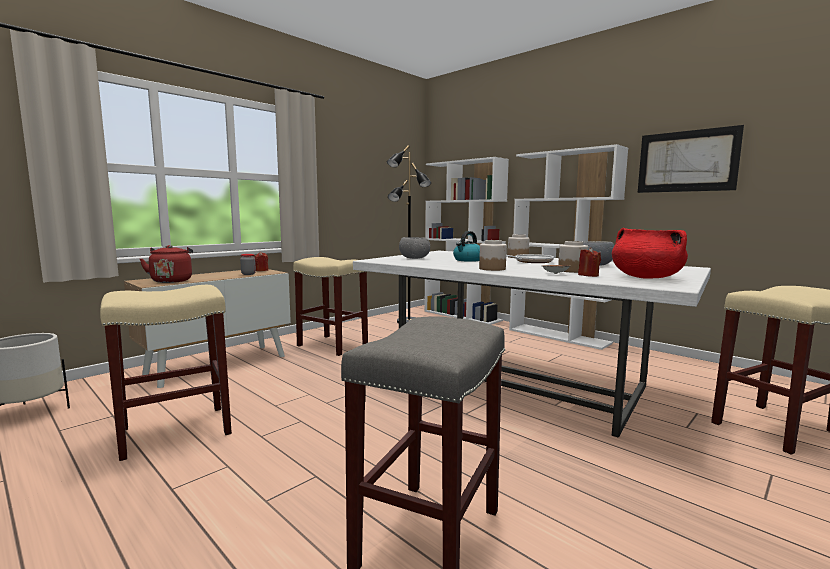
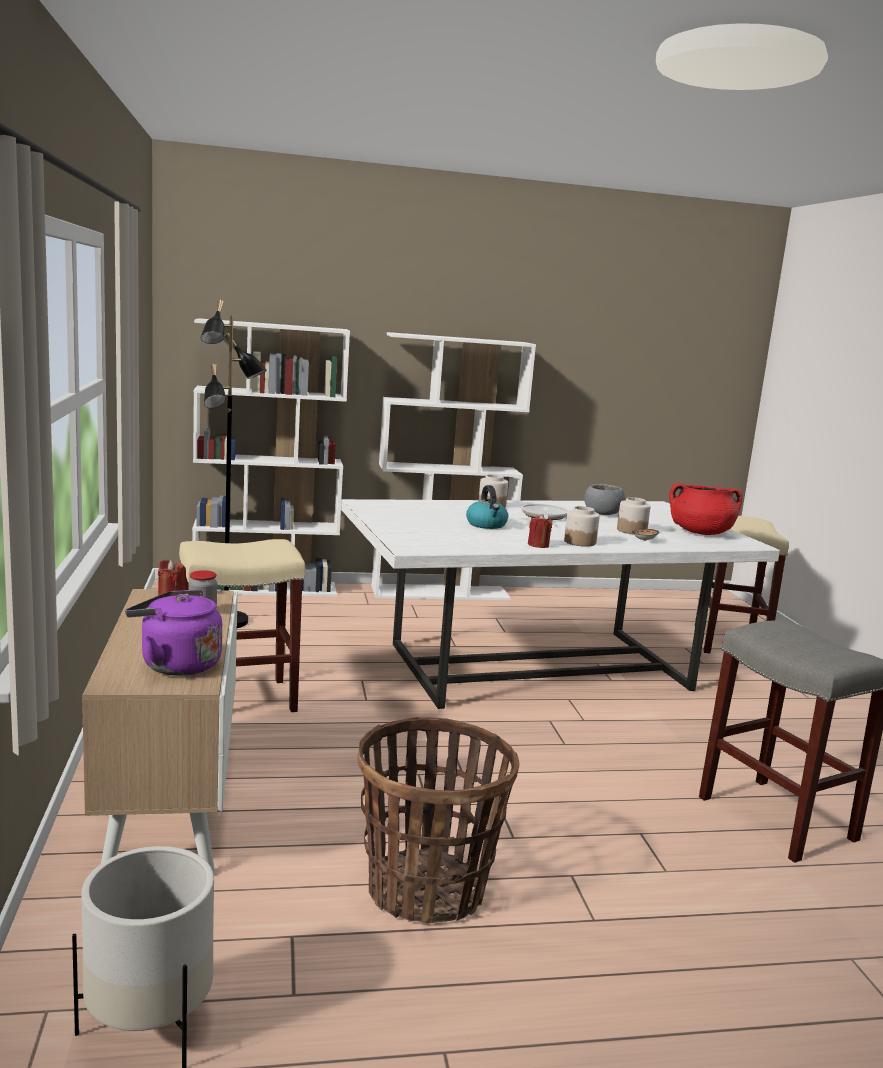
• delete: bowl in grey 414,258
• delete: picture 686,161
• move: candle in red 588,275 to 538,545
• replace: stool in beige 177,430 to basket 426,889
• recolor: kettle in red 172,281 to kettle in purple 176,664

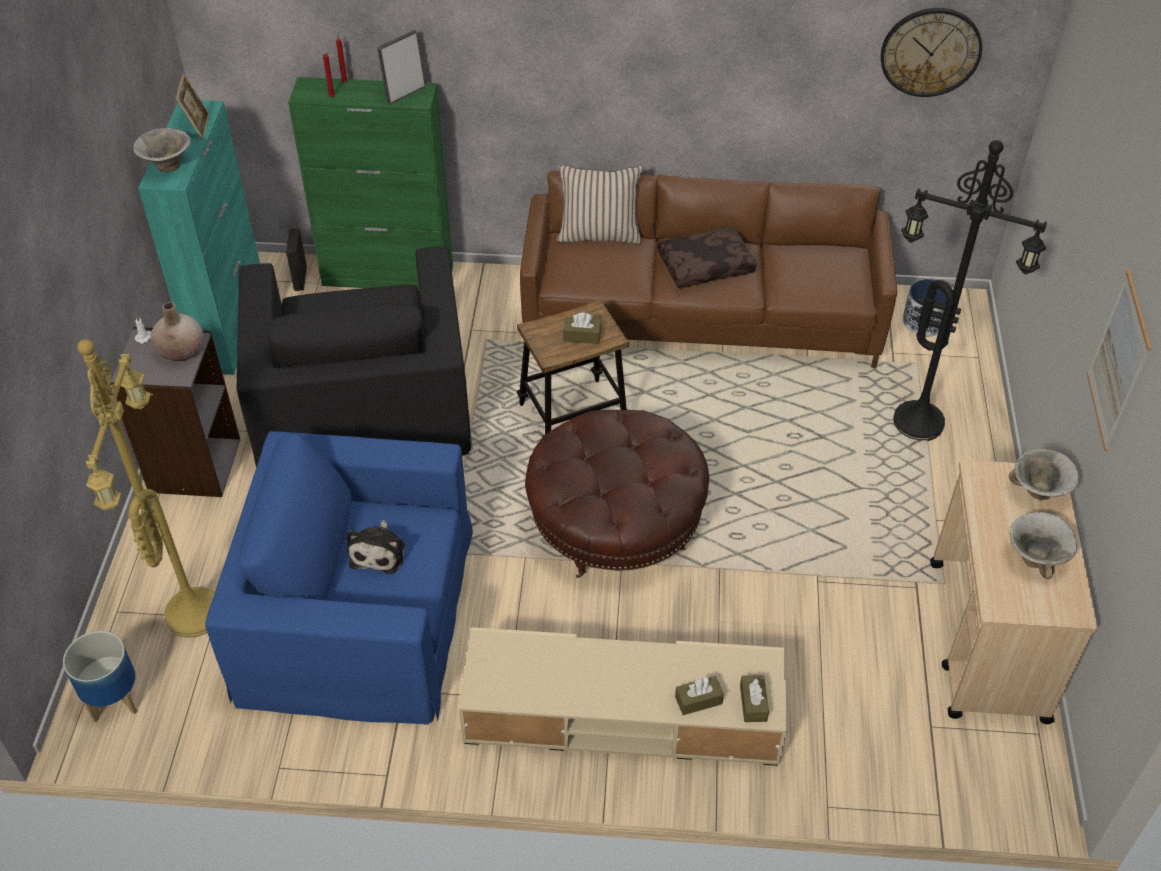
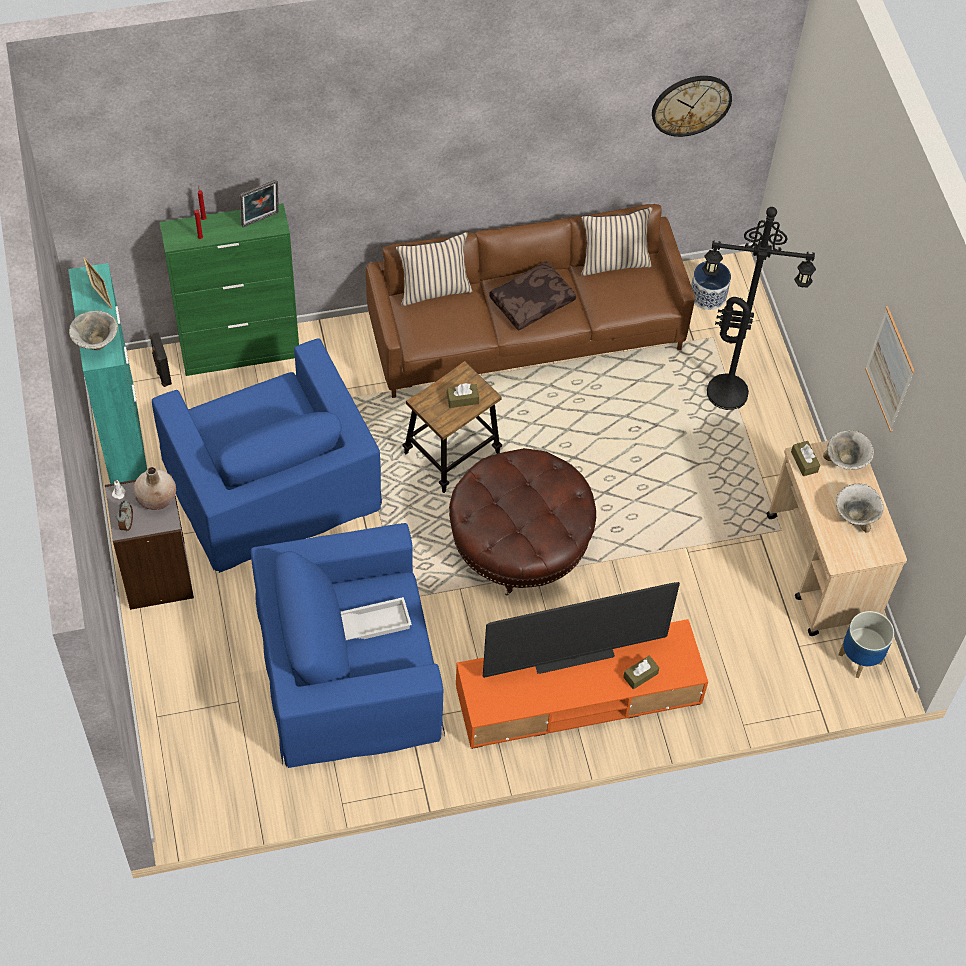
• delete: floor lamp in yellow 191,611
• insert: alarm clock 126,524
• insert: television 574,659
• insert: pillow in beige 613,262
• move: planter 113,700 to 859,659
• move: tissue box in brown 753,703 to 804,462
• replace: plush toy 379,552 to tray in white 370,623
• recolor: armchair in black 361,401 to armchair in blue 271,481
• recolor: tv stand in beige 622,714 to tv stand in orange 578,695
• rotate: picture frame 404,93 = 261,220 150 degrees counterclockwise

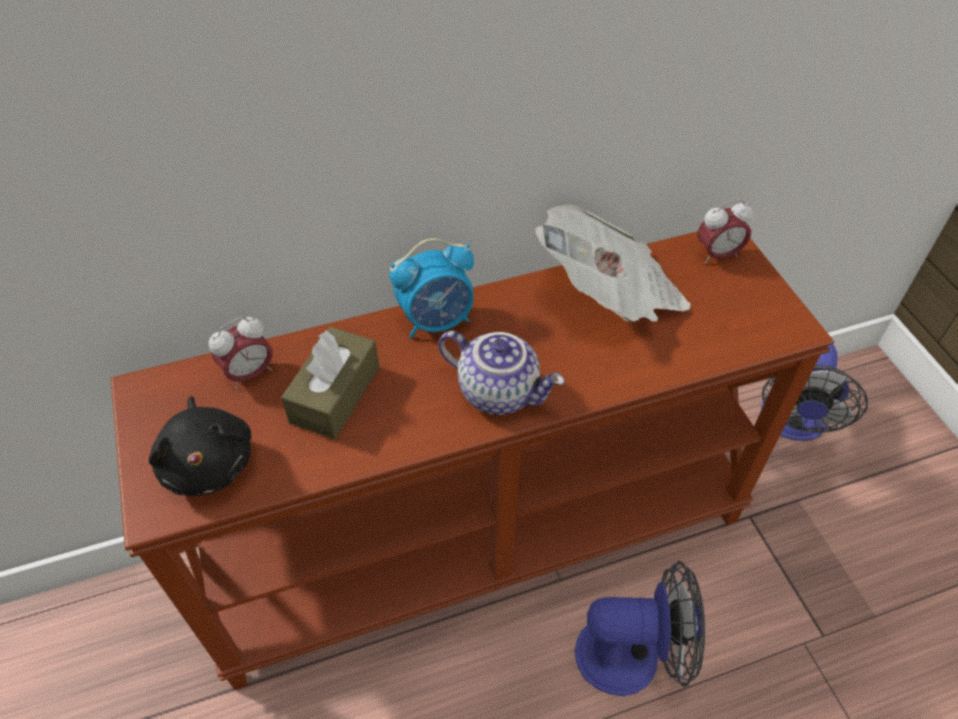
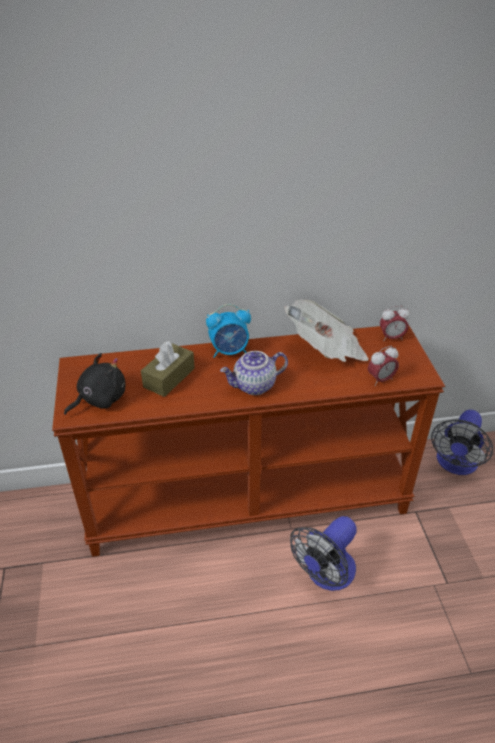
• move: alarm clock 249,374 to 380,380
• rotate: plush toy in black 209,462 = 100,399 120 degrees counterclockwise
• rotate: teapot 500,391 = 254,386 120 degrees clockwise
• rotate: fan 632,655 = 325,575 120 degrees clockwise

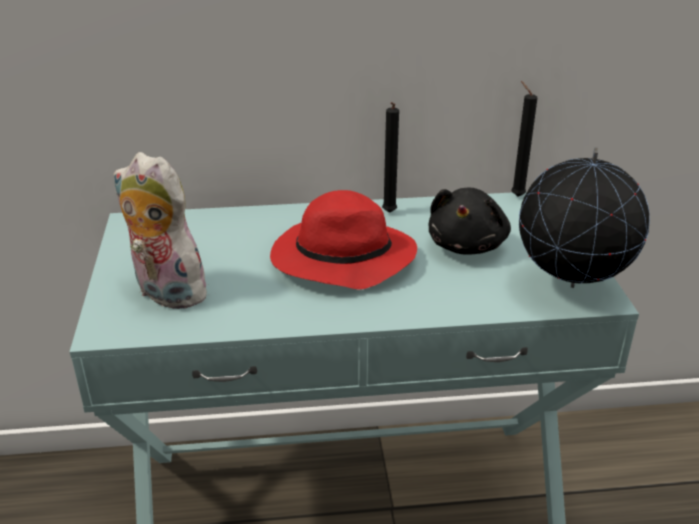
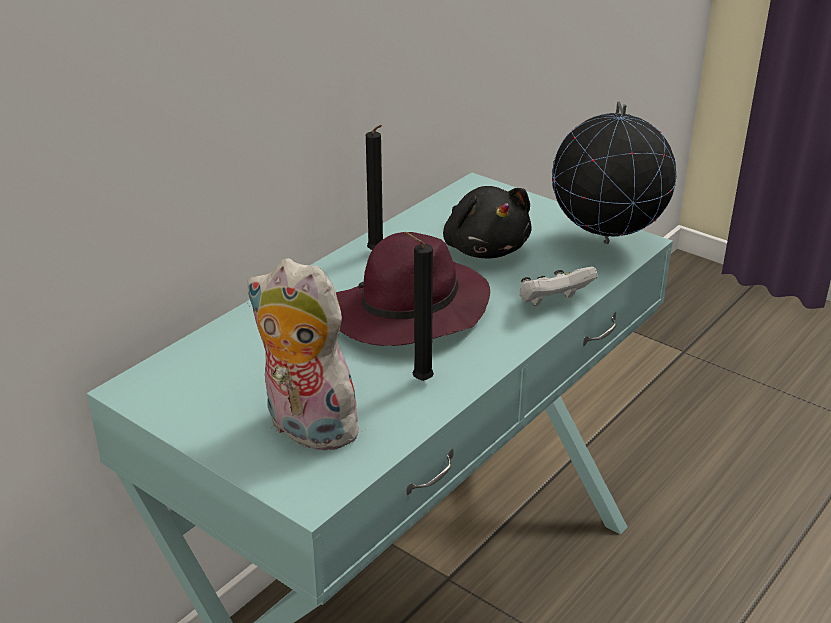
• insert: game controller in white 553,303
• move: candle in black 516,195 to 419,380
• recolor: hat in red 340,260 to hat in purple 409,313
• rotate: plush toy 165,293 = 305,428 45 degrees clockwise

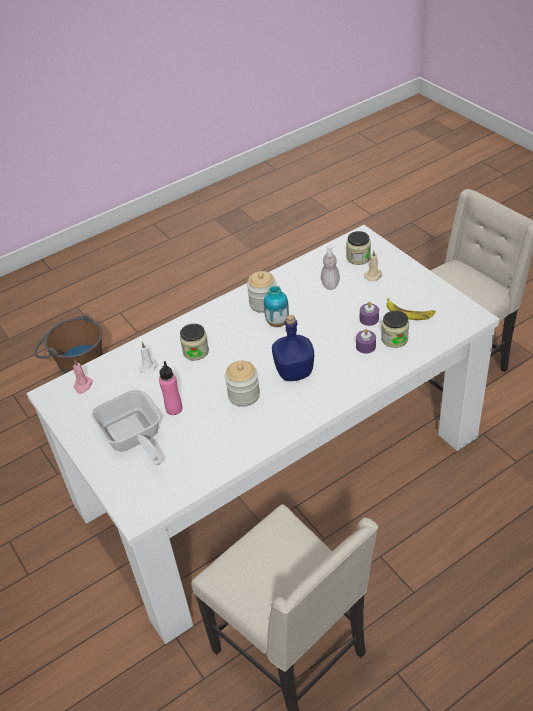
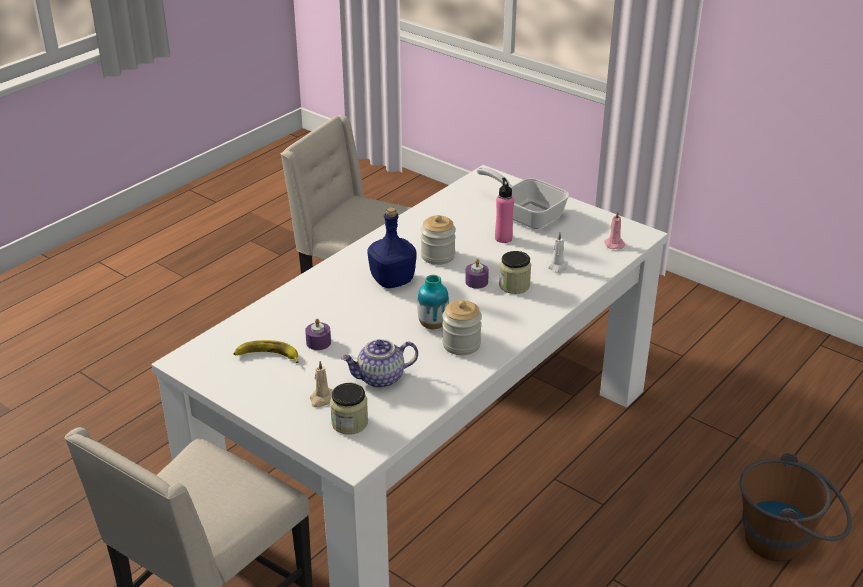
• delete: jar 394,339
• move: candle in purple 365,346 to 476,282
• replace: soap dispenser 330,284 to teapot 380,379

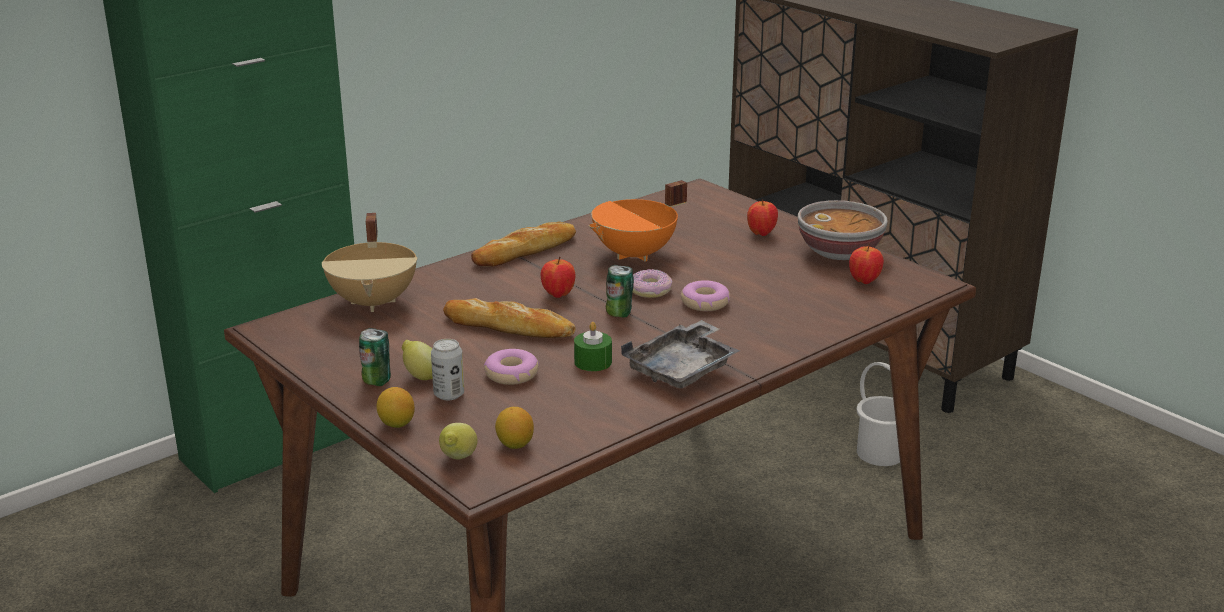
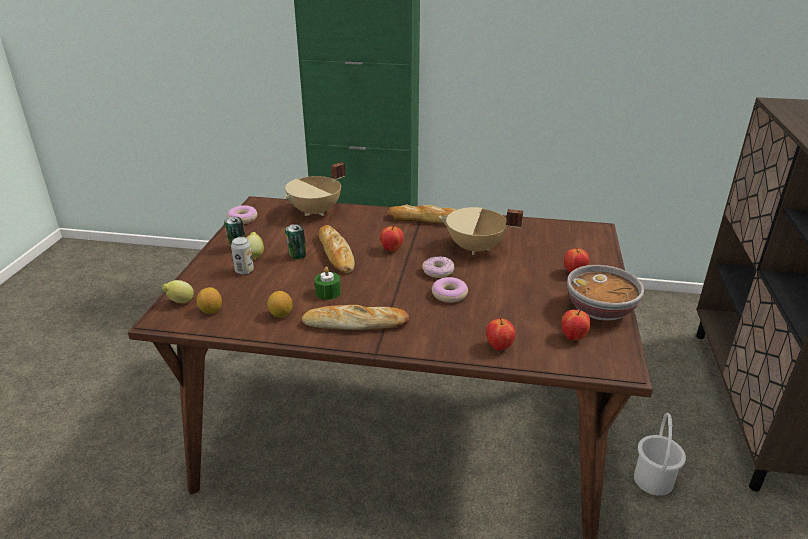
• insert: apple 499,347
• move: lemon 397,424 to 281,314
• move: donut 511,374 to 242,219
• move: can 619,313 to 297,256
• replace: tray in grey 683,369 to bread 355,323
• recolor: cooking pot in orange 635,255 to cooking pot in beige 475,248

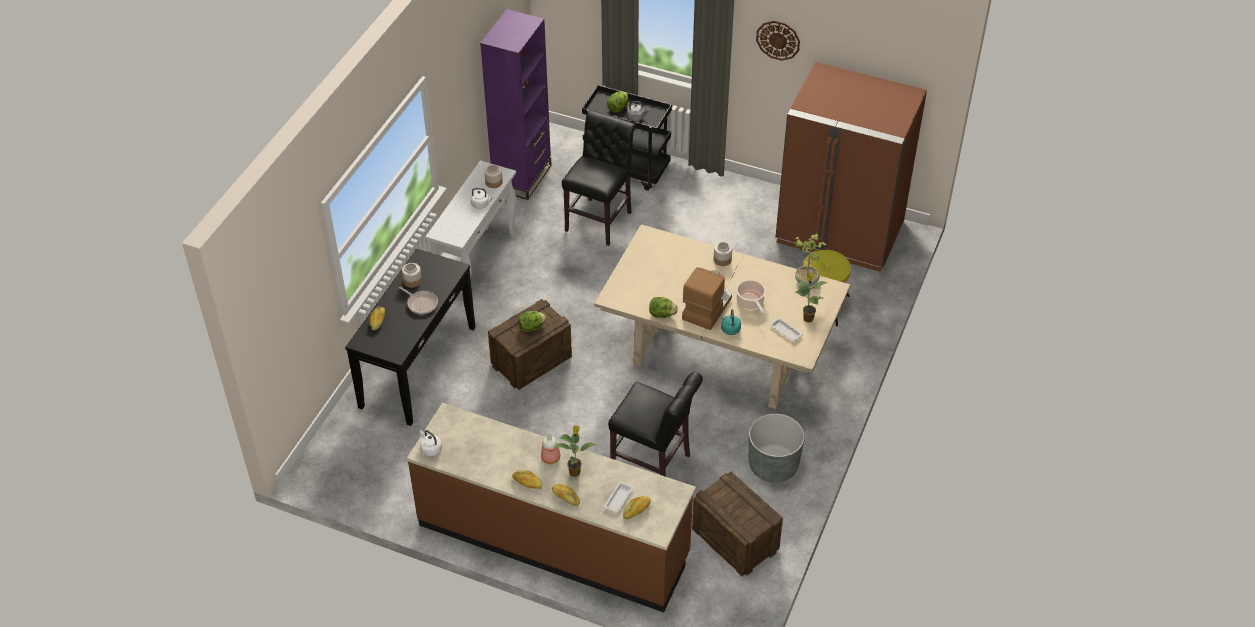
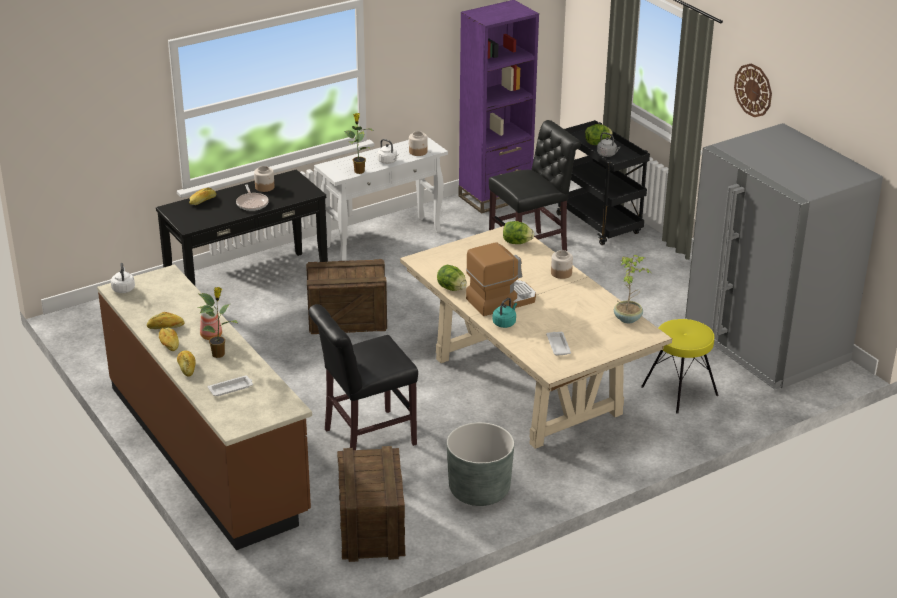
• delete: cooking pot 750,302
• move: lettuce 531,327 to 516,242
• move: bread 637,510 to 166,327
• move: potted plant 807,318 to 359,171
• recolor: fridge in brown 840,232 to fridge in grey 765,344
• rotate: chair in black 654,465 = 365,438 90 degrees clockwise

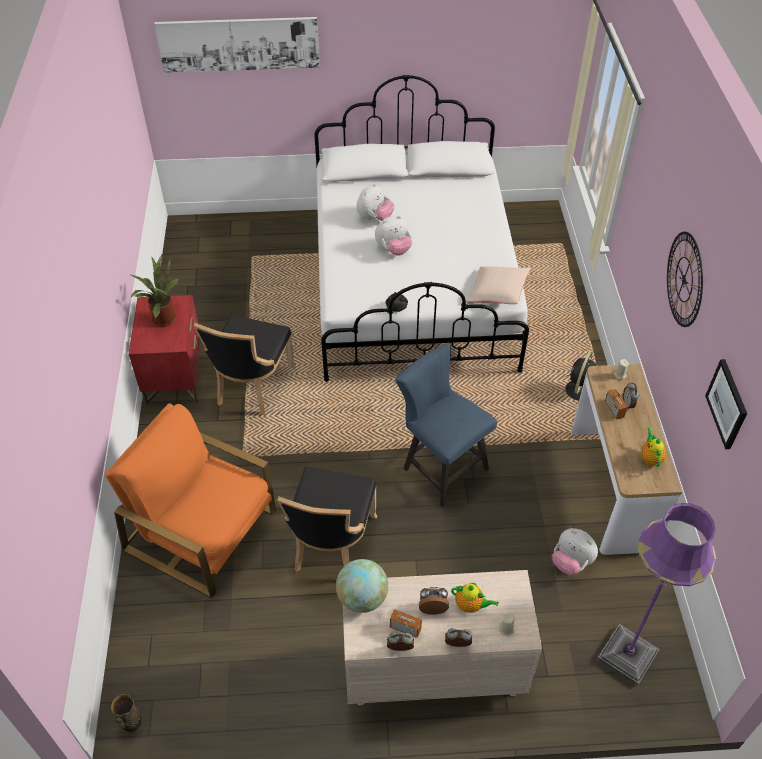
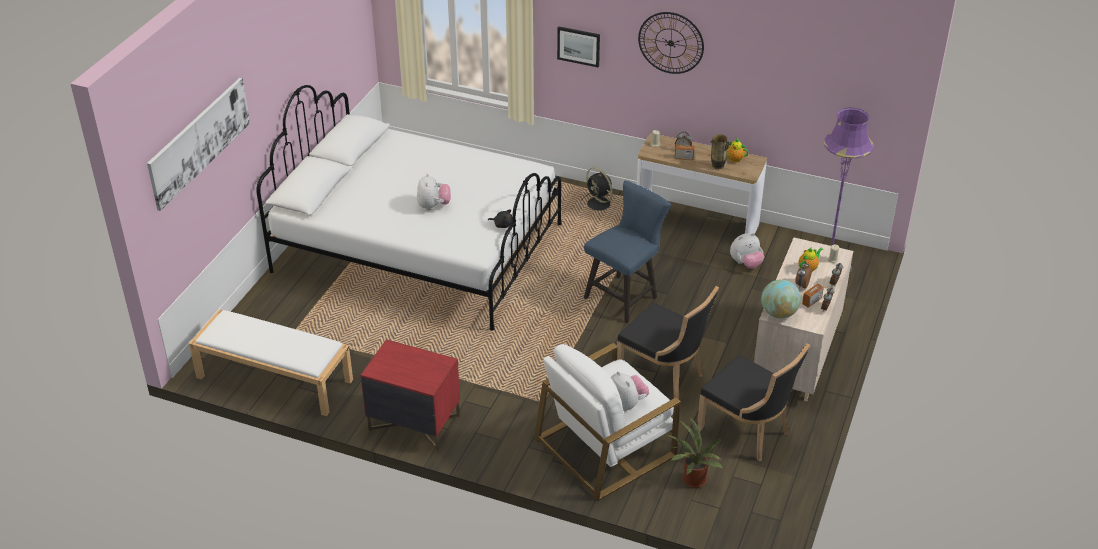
• delete: pillow in beige 497,293
• insert: bench in white 273,379
• move: vase 132,724 to 718,166
• move: potted plant 162,318 to 692,481
• move: chair in black 252,387 to 747,432
• move: plush toy 374,218 to 626,404
• move: picture 727,404 to 578,46
• recolor: armchair in orange 202,530 to armchair in white 605,446
• rotate: chair in blue 440,466 = 625,296 150 degrees clockwise

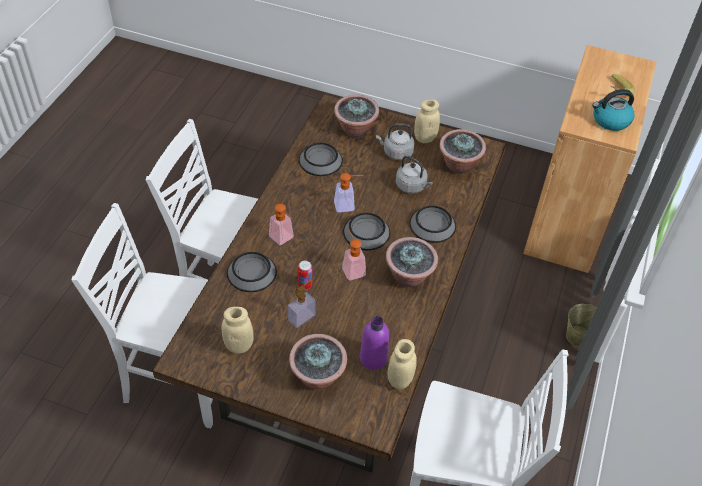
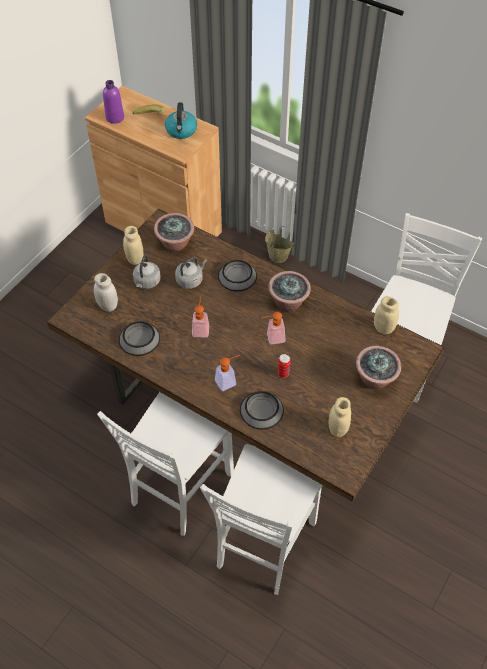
• delete: soap dispenser 301,318
• delete: bowl 366,232
• move: bottle in purple 373,358 to 115,118
• replace: potted plant 355,130 to jar in white 108,306

